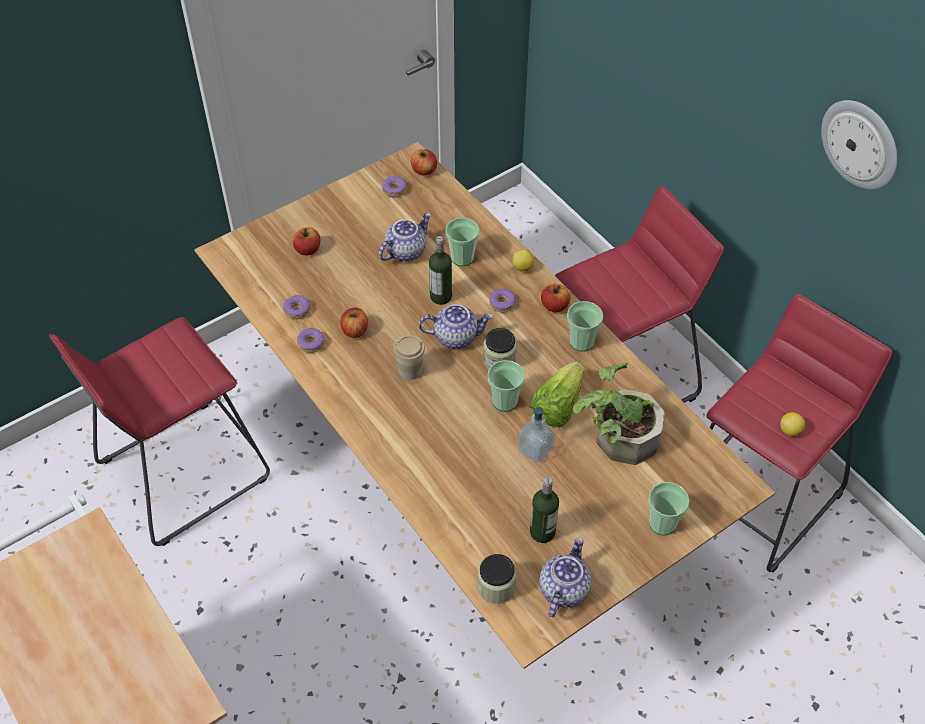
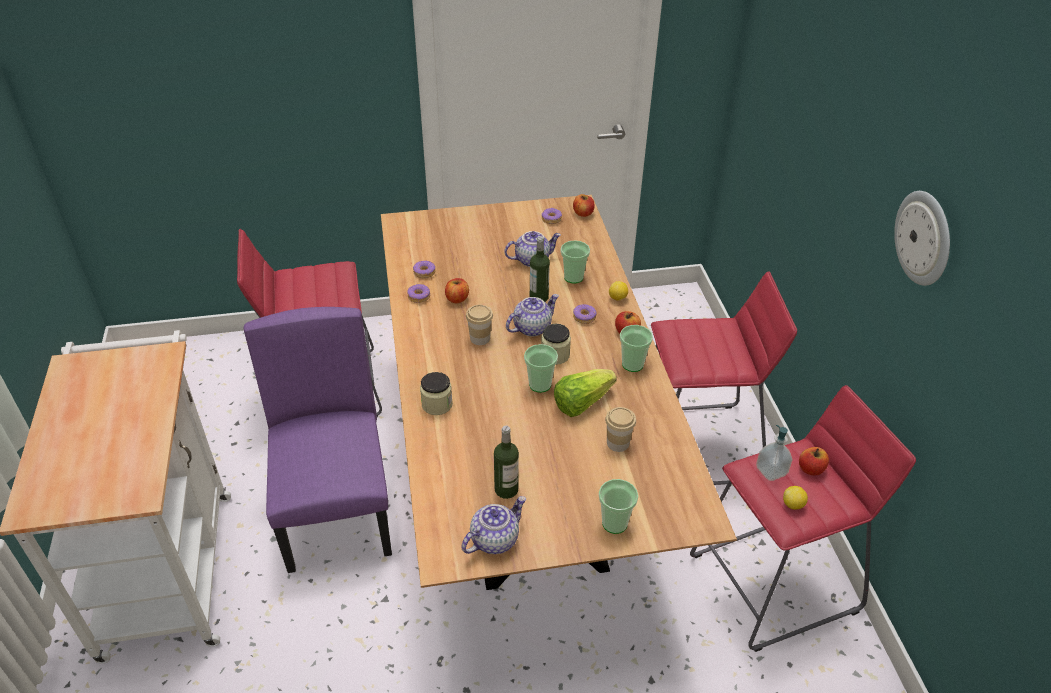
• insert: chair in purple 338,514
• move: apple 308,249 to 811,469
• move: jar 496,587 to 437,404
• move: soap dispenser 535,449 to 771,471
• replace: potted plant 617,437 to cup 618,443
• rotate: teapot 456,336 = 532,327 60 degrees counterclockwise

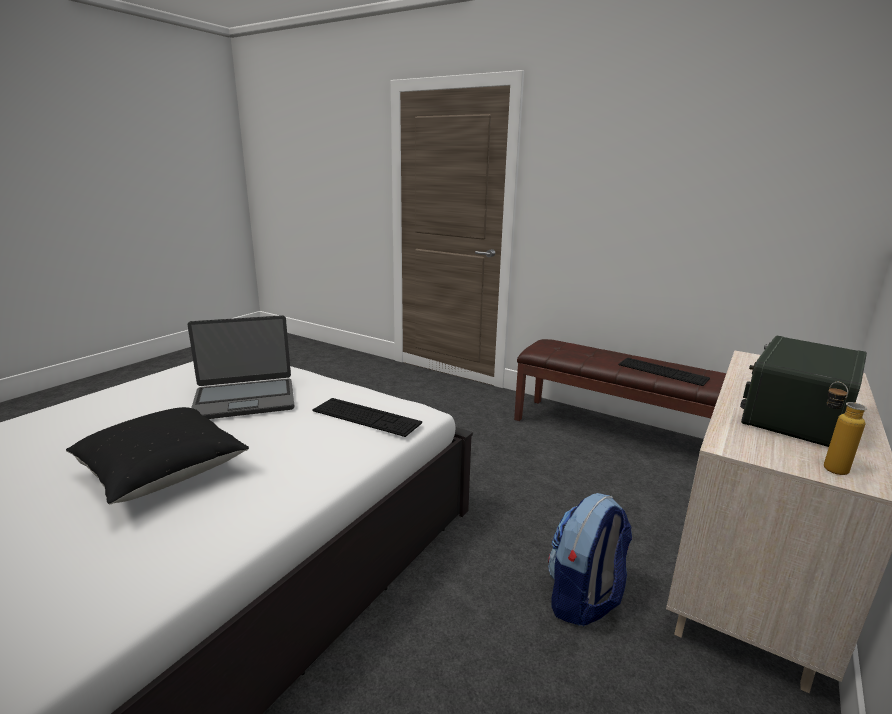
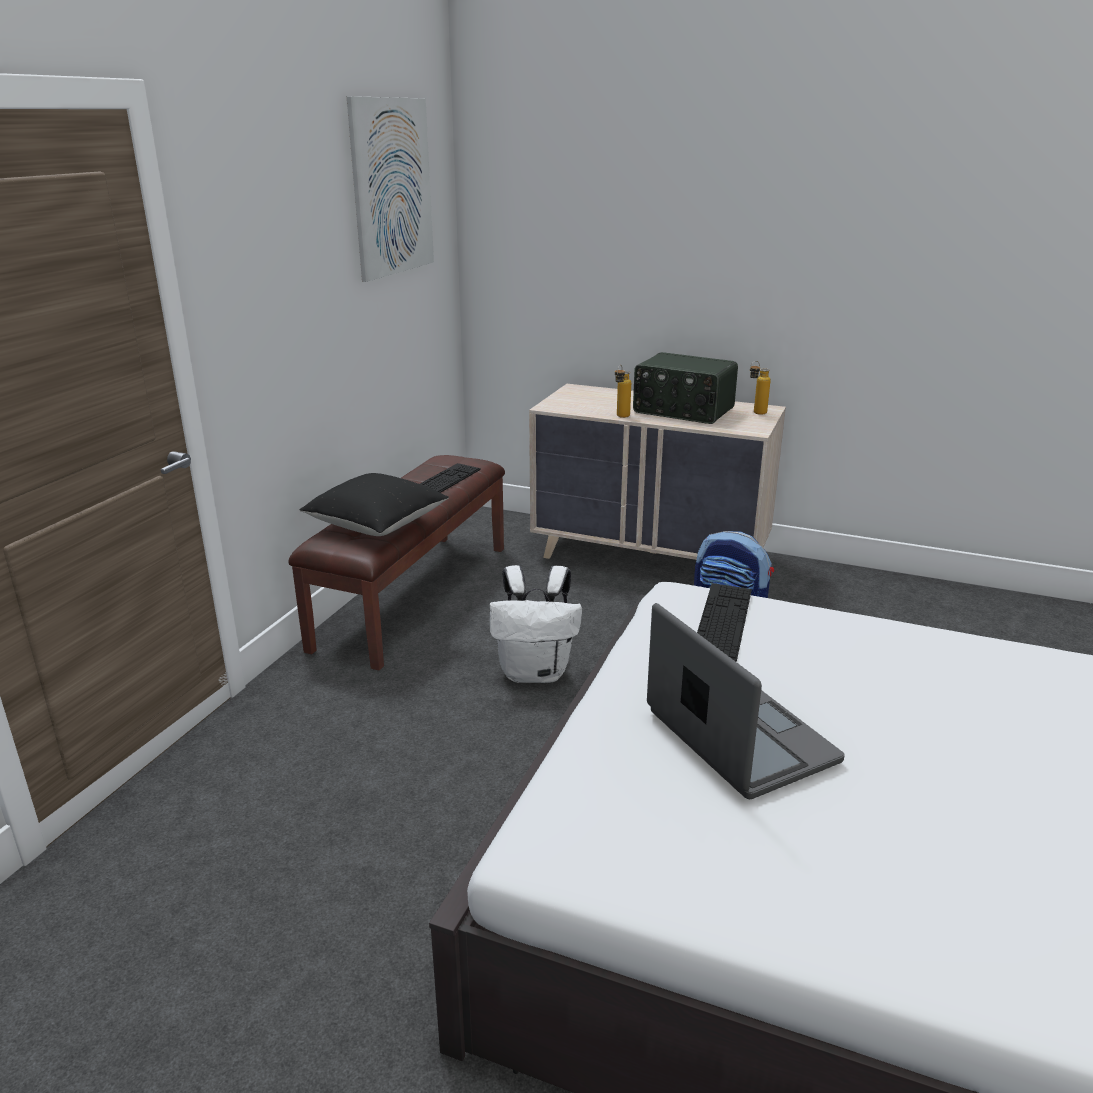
• insert: picture 392,187
• insert: backpack in white 536,672
• insert: bottle 620,417
• move: pillow in black 163,473 to 377,525

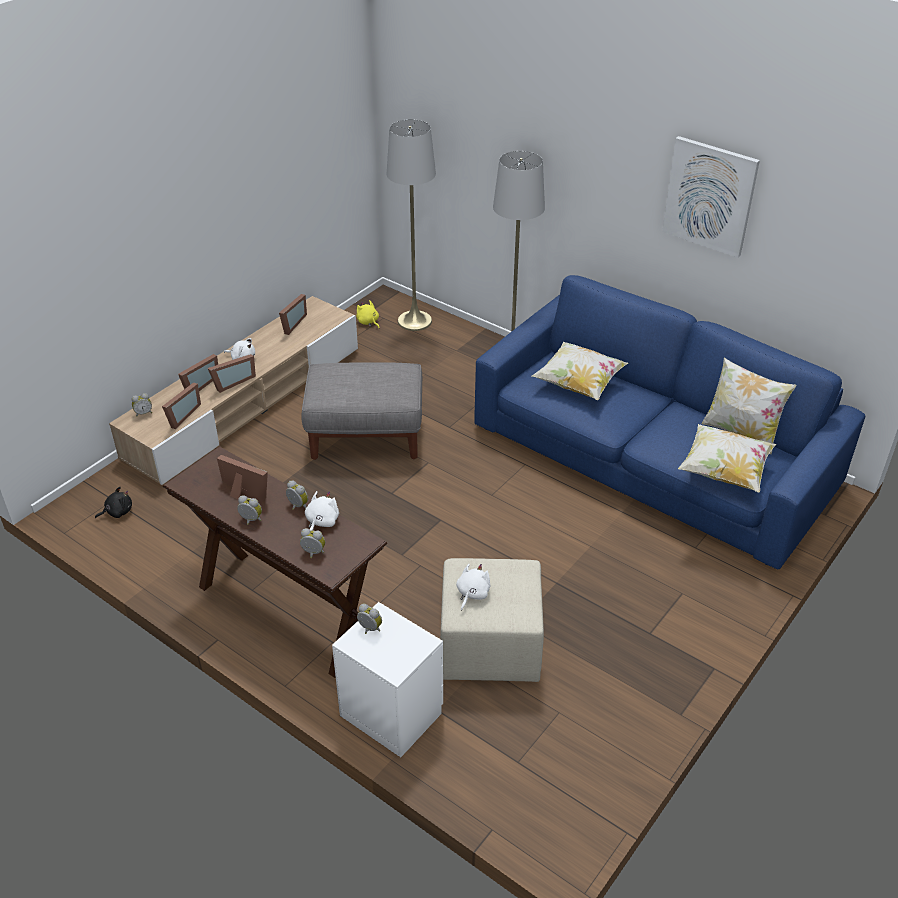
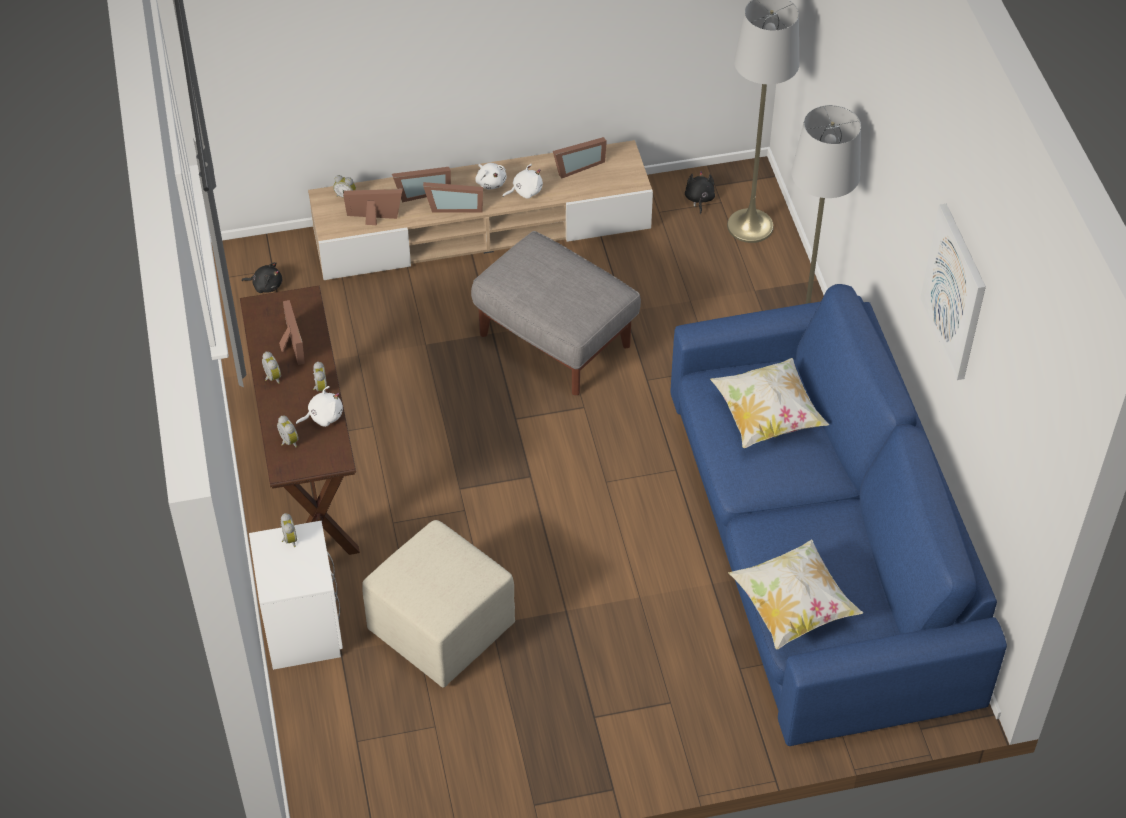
• delete: pillow 741,433
• move: plush toy in white 472,594 to 525,191
• recolor: plush toy in yellow 368,322 to plush toy in black 699,199
• rotate: picture frame 180,416 = 374,219 150 degrees counterclockwise

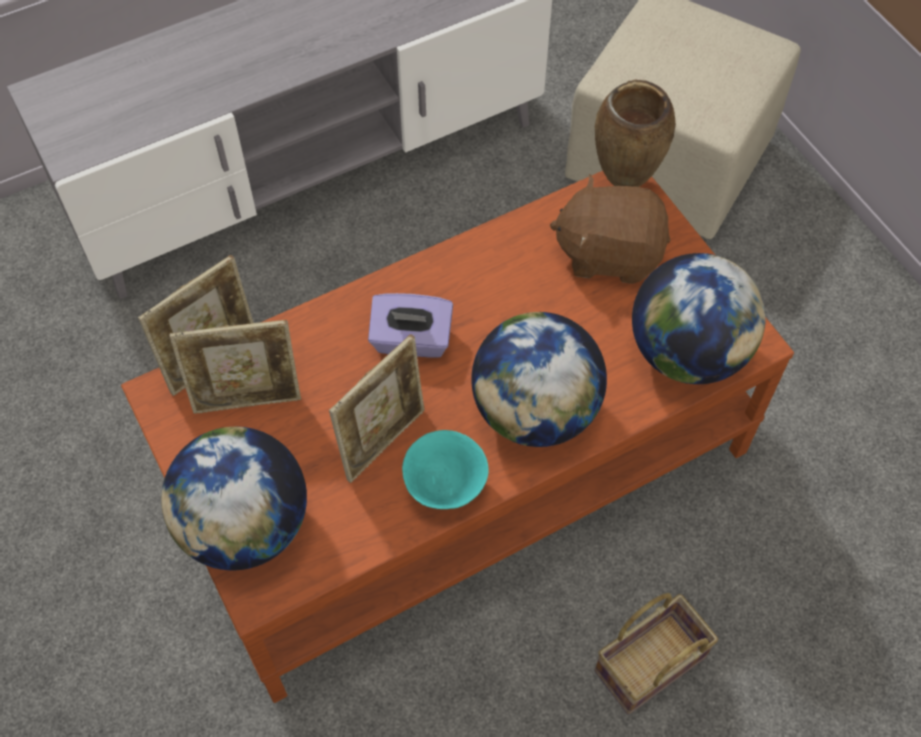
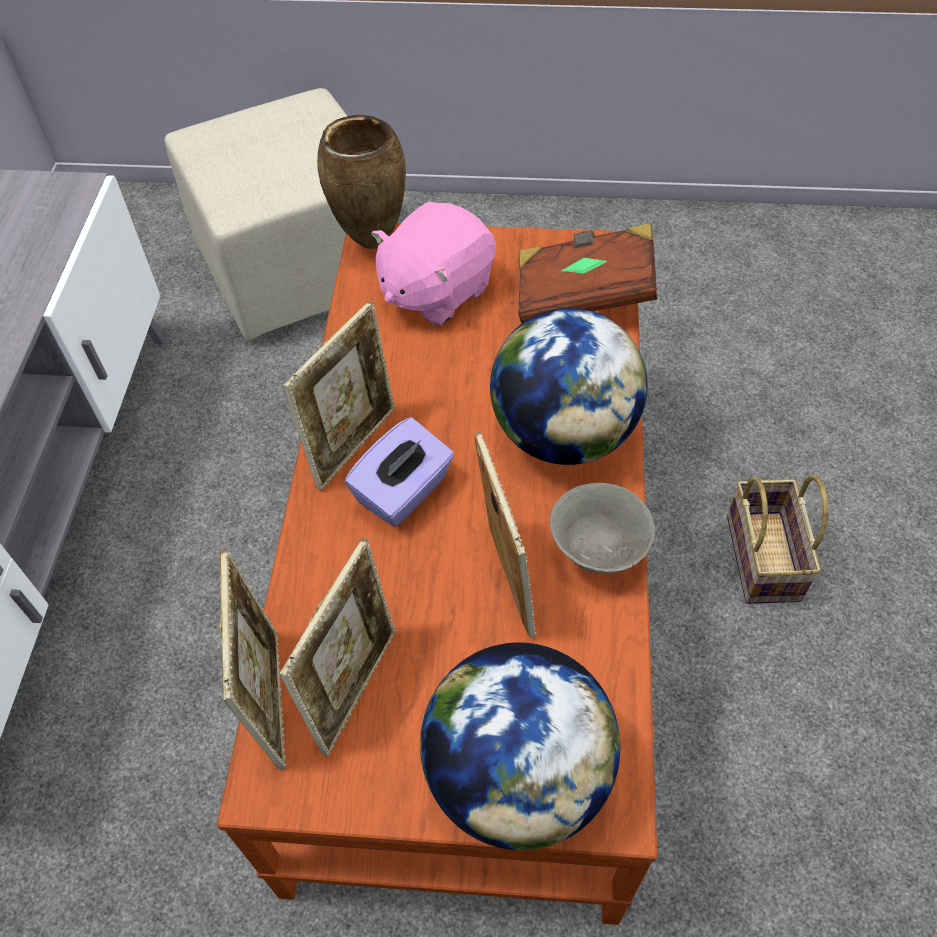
• insert: picture frame 353,444
• replace: globe 687,352 to book in brown 583,295
• recolor: bowl in turquoise 446,487 to bowl in grey 598,551
• recolor: plush toy in brown 609,253 to plush toy in pink 435,291

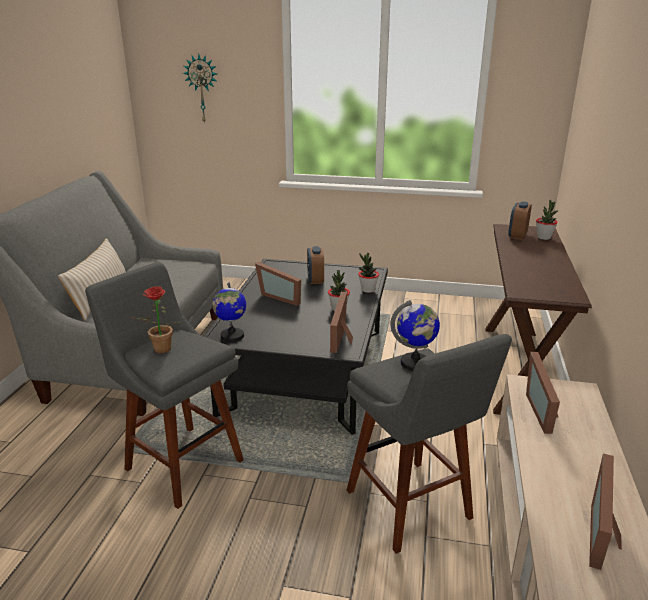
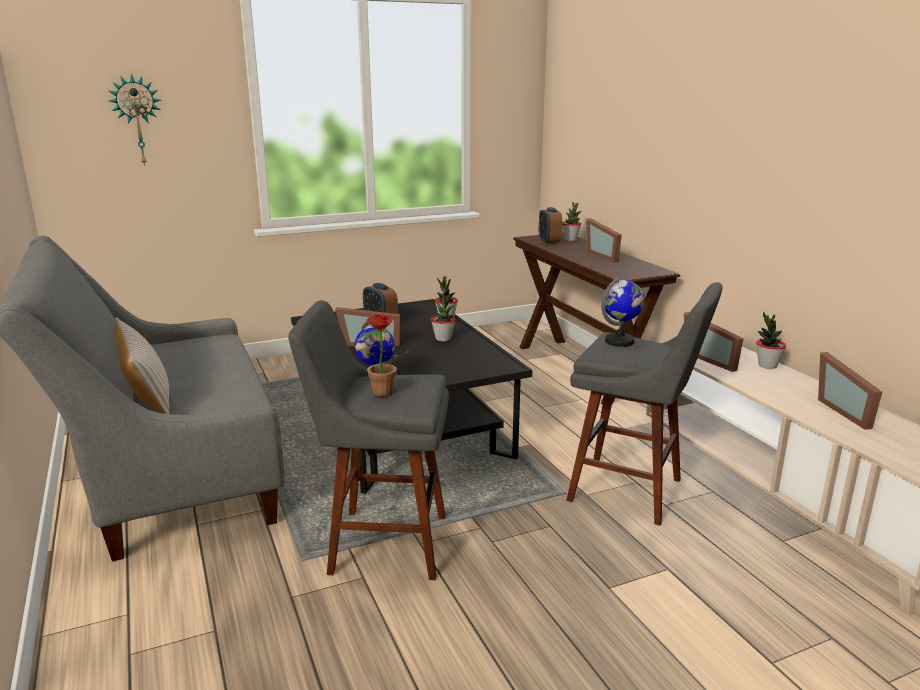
• insert: potted plant 767,365
• move: picture frame 344,338 to 605,255

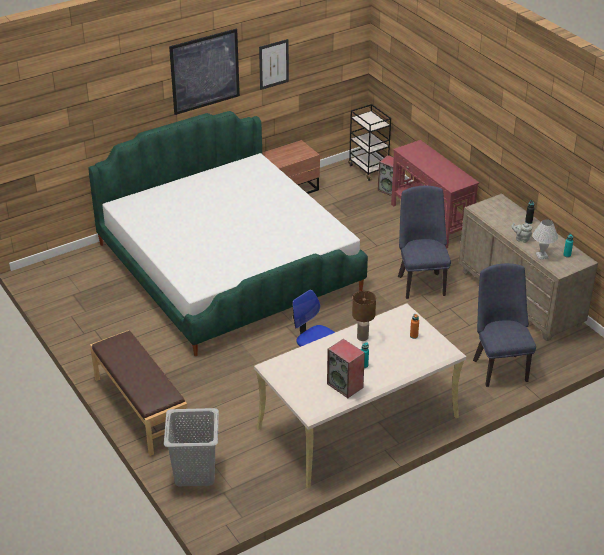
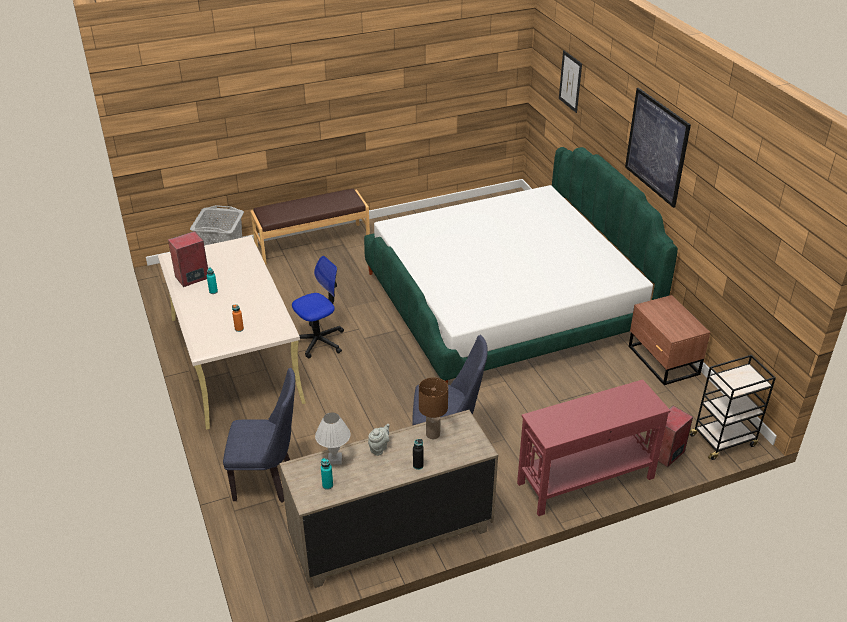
• move: picture 273,64 to 570,81
• move: table lamp in brown 362,337 to 433,434

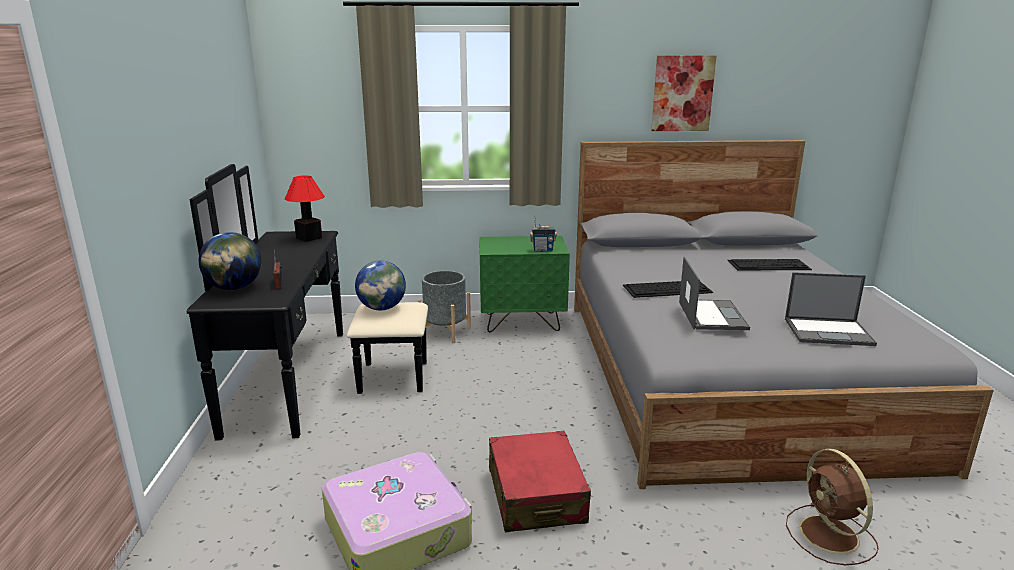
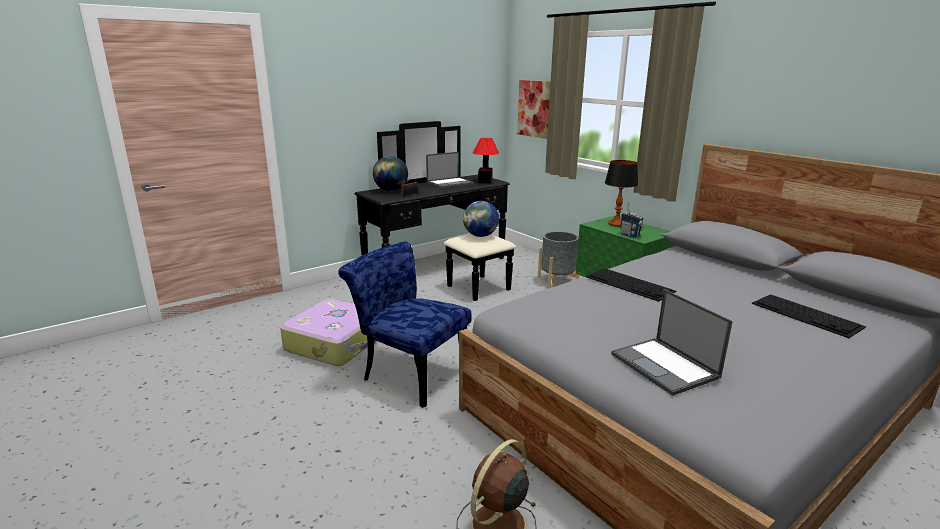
• insert: table lamp 617,224
• move: picture 682,93 to 534,109
• move: laptop 711,315 to 450,183
• replace: suitcase in red 536,495 to chair in blue 409,372

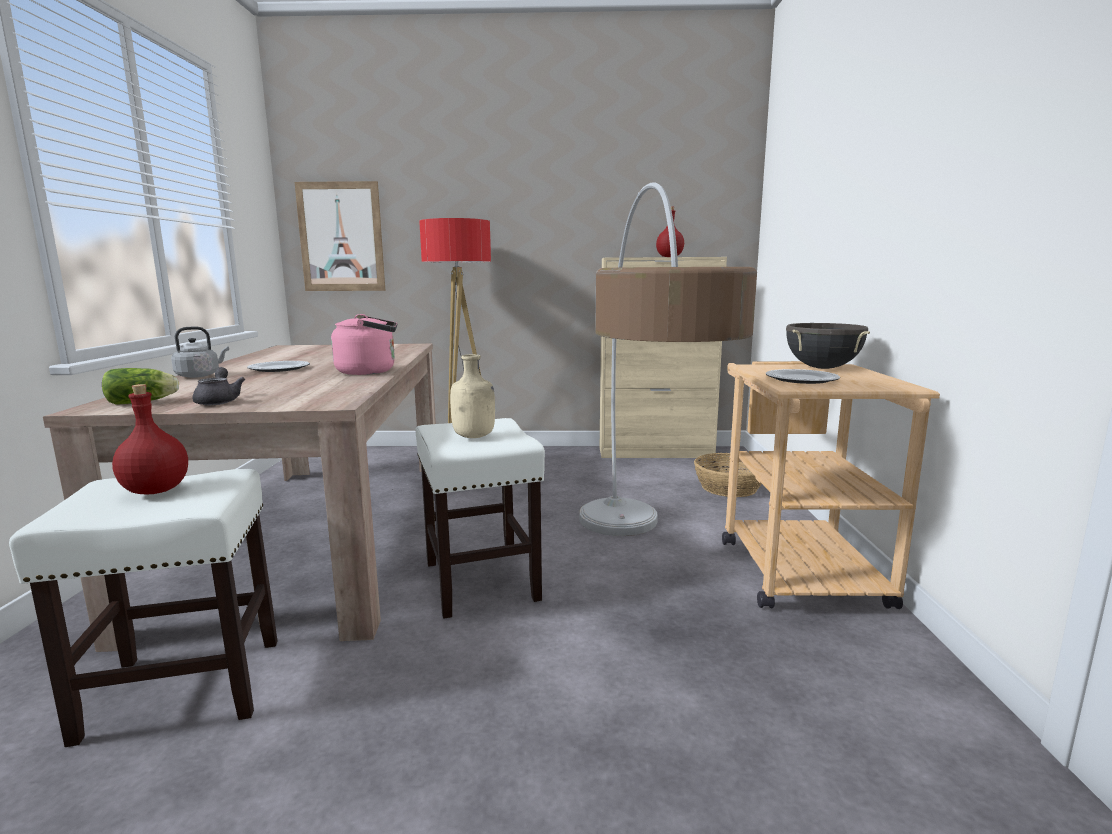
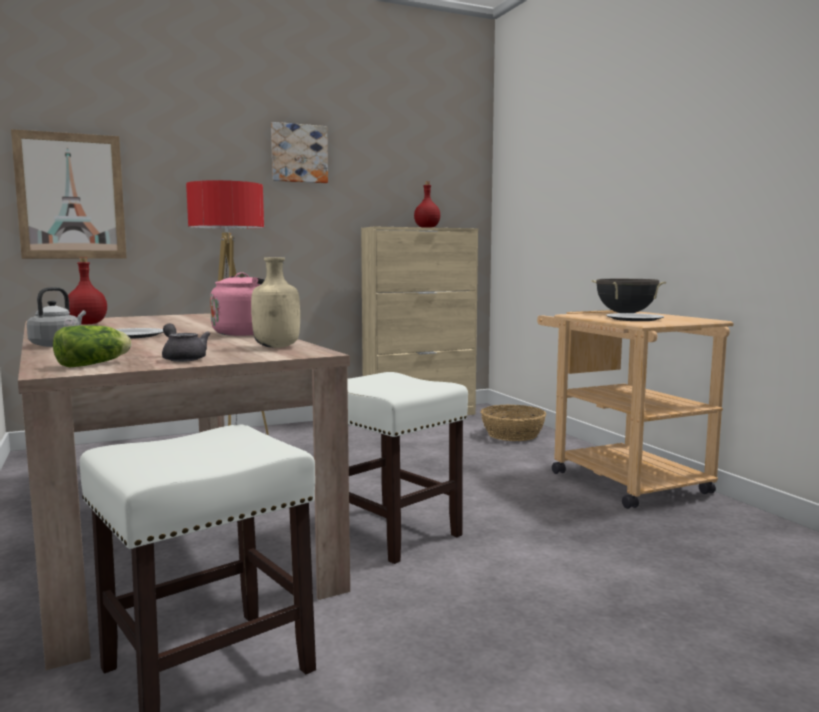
• delete: floor lamp 639,571
• insert: picture 299,153
• move: bottle in red 157,491 to 88,324
• move: bottle in beige 474,436 to 278,347

